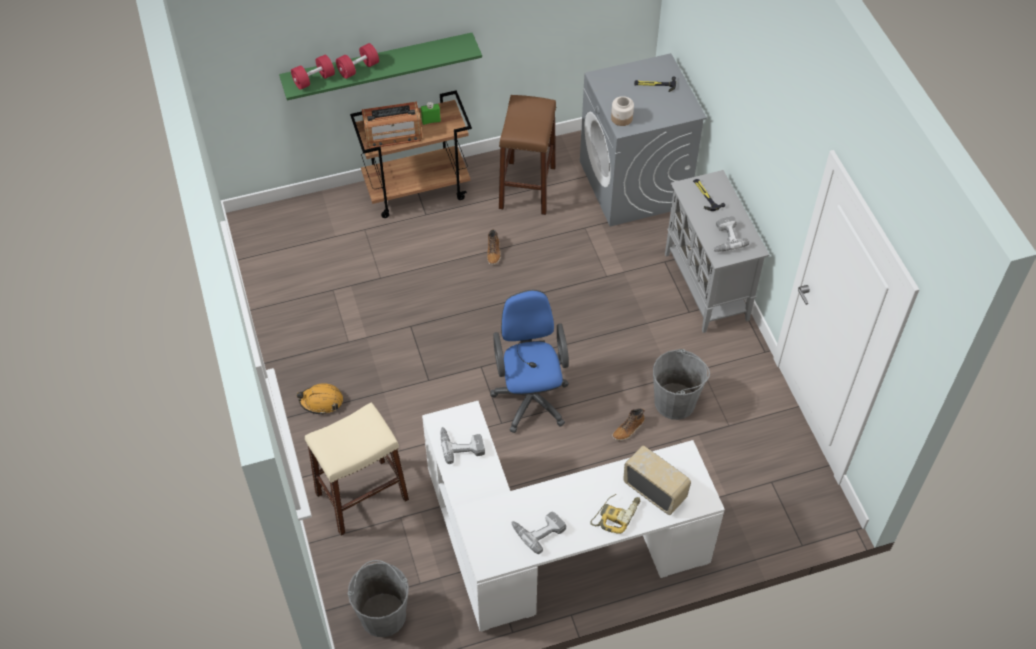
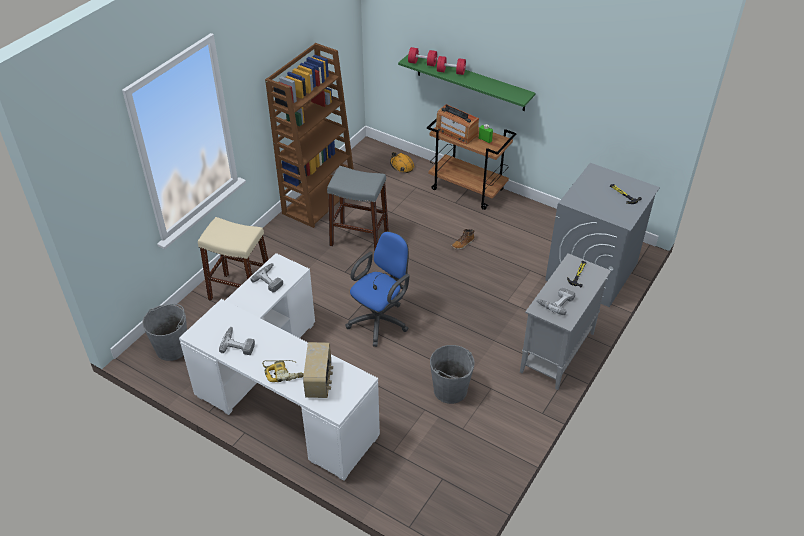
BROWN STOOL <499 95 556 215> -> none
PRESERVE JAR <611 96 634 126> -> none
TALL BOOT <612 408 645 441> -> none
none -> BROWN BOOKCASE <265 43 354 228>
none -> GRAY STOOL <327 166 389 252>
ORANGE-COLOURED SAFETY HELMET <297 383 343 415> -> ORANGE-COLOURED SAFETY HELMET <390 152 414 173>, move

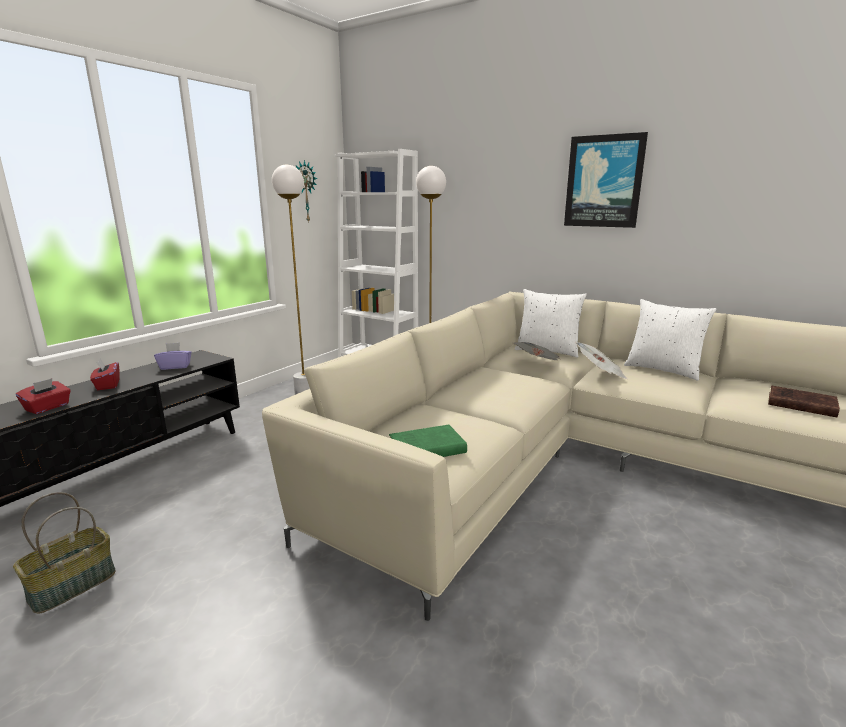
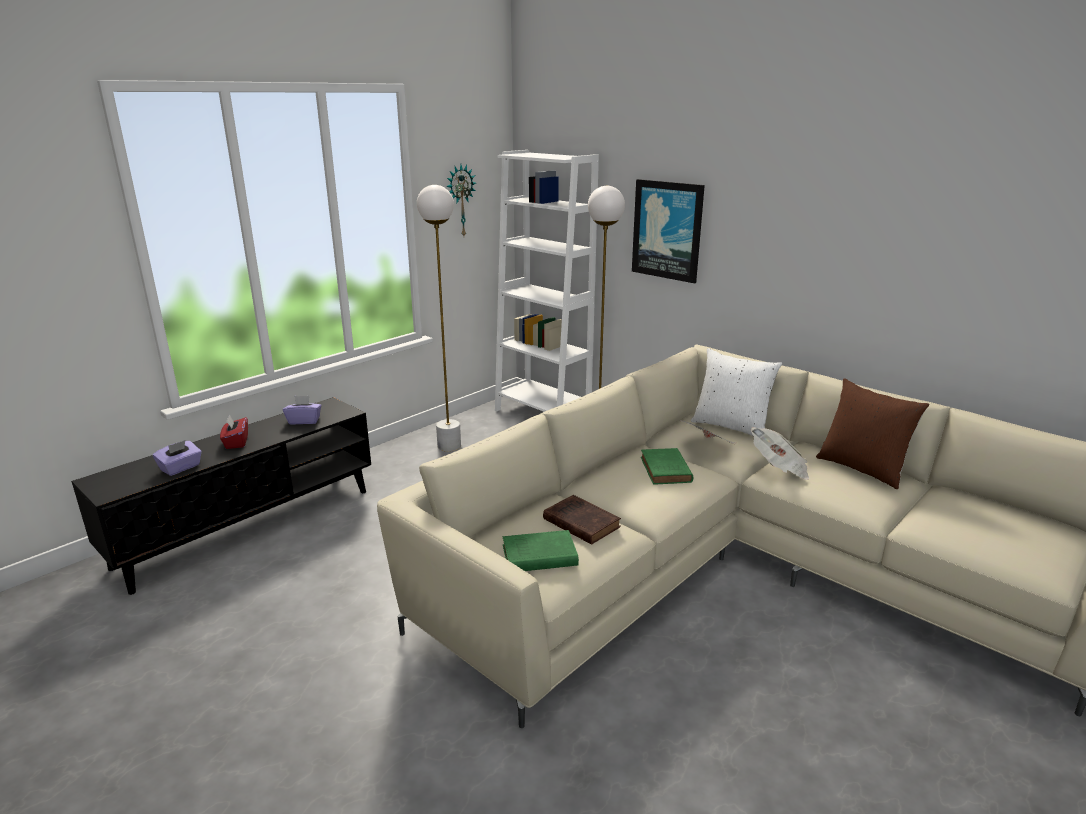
HOUSEHOLD BASKET <13 492 116 613> -> none
none -> GREEN-COLOURED BOOK <641 448 694 484>
PICTURE <564 132 648 228> -> PICTURE <632 179 705 283>, move
BROWN BOOK <768 385 840 417> -> BROWN BOOK <543 495 621 545>, move
REDDISH BOX OF TISSUES <16 378 71 414> -> PURPLE BOX OF TISSUES <153 440 202 476>
WHITE-COLOURED CUSHION <624 299 717 381> -> BROWN CUSHION <816 379 929 489>

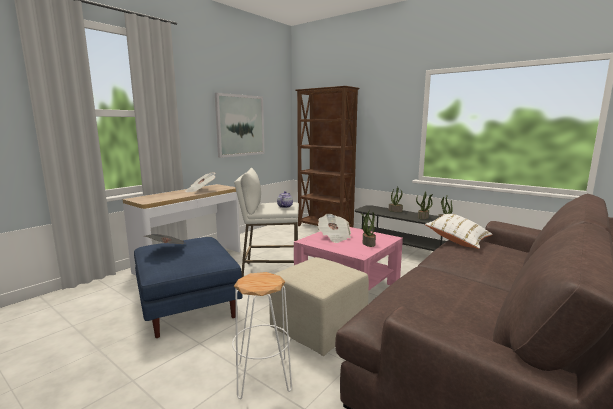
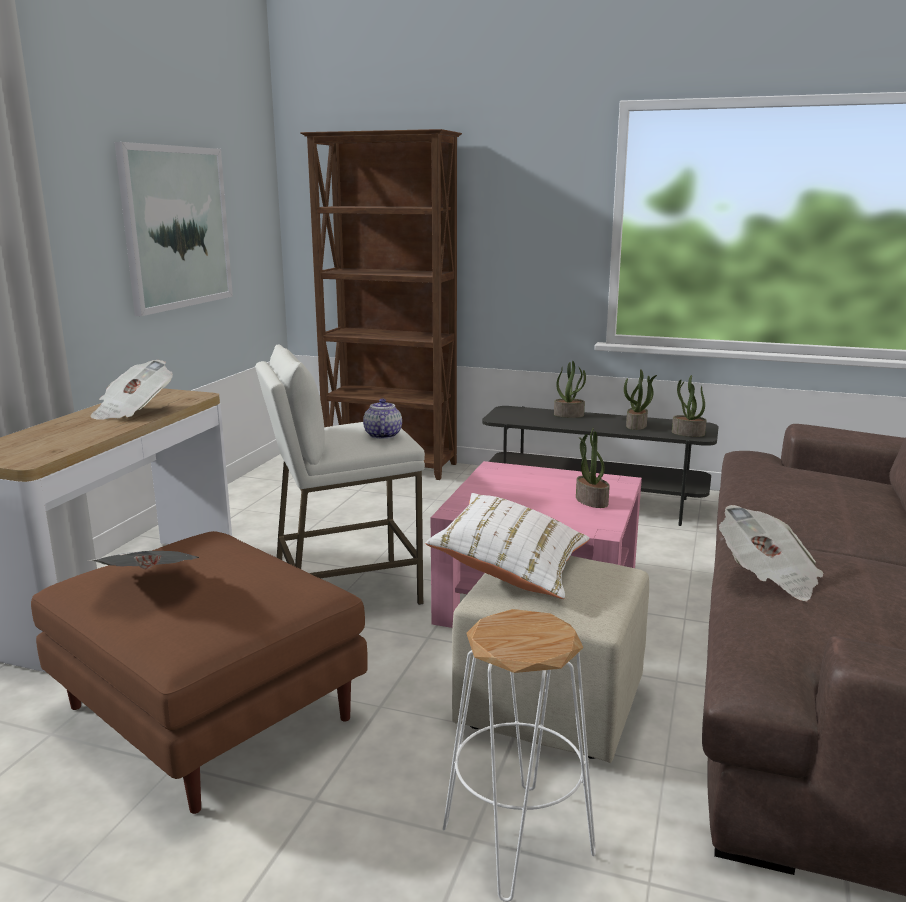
PRINTED PAPER <318 214 351 243> -> PRINTED PAPER <719 505 824 601>, move
WHITE-COLOURED CUSHION <425 214 492 249> -> WHITE-COLOURED CUSHION <425 493 590 599>, move
BLUISH FOOTREST <134 237 243 338> -> BROWN FOOTREST <31 531 368 814>

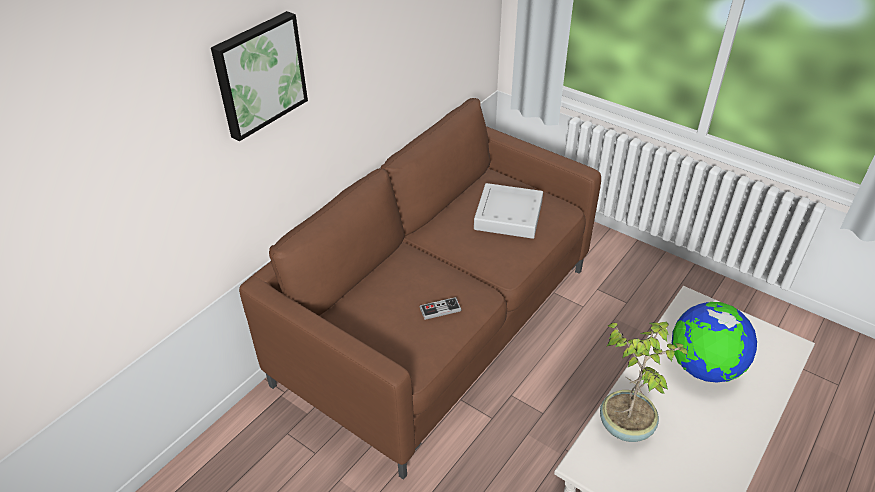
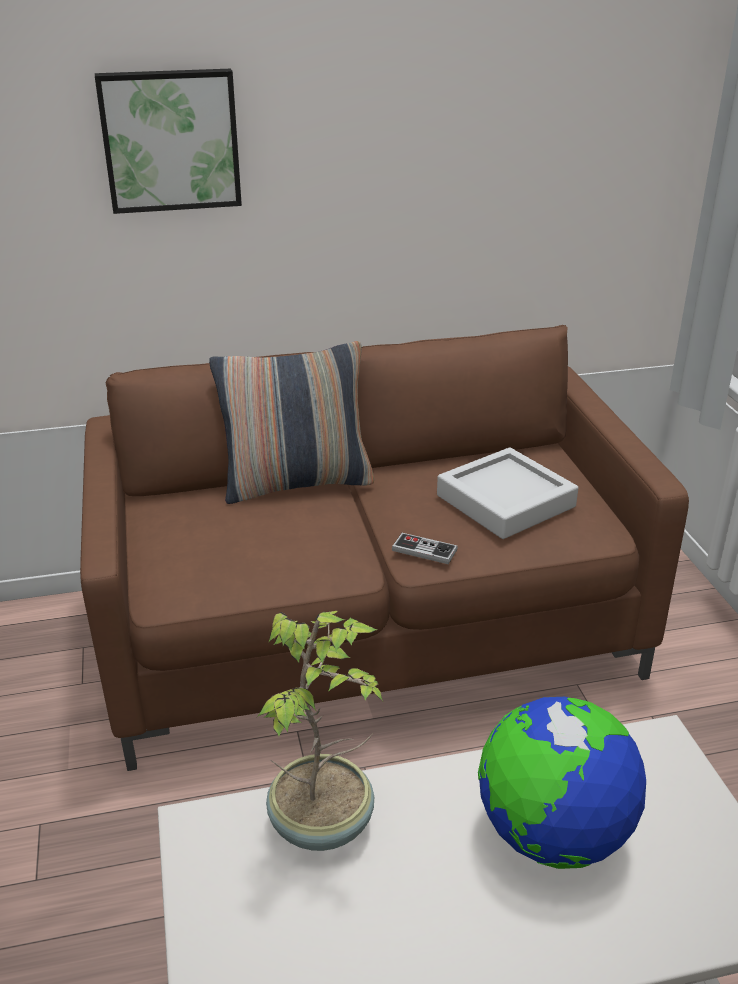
none -> CUSHION <209 341 374 504>
JOYPAD <419 297 462 320> -> JOYPAD <392 533 458 564>, move

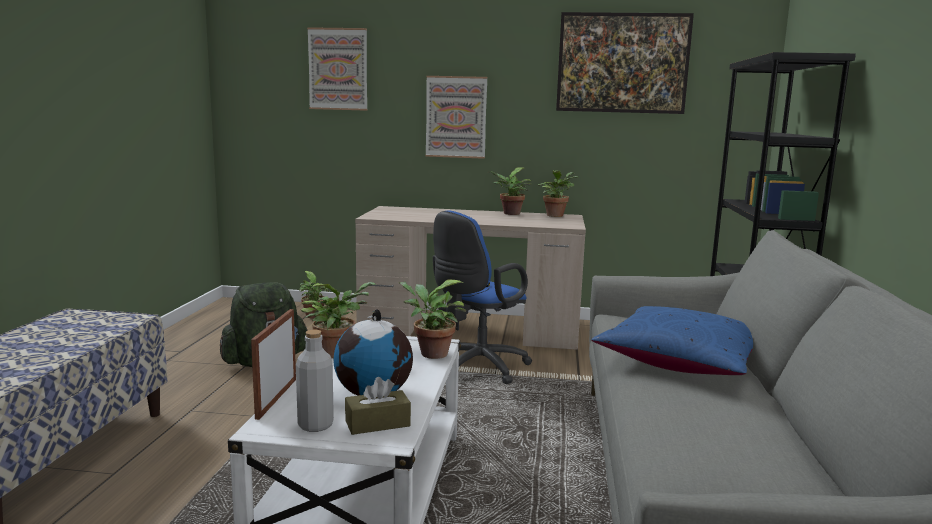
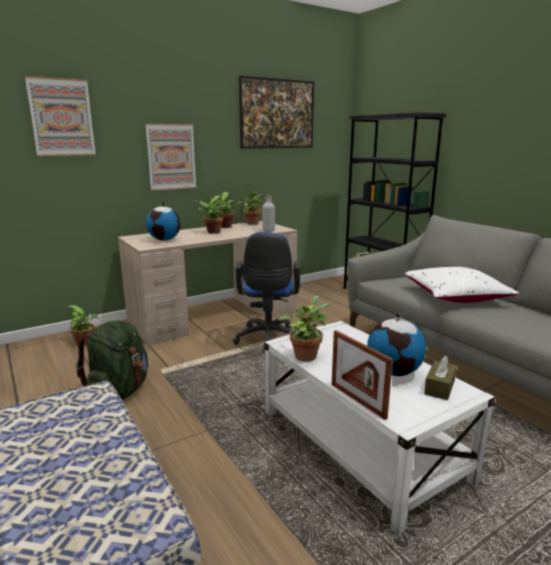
none -> WORLD GLOBE <146 201 181 241>
GRAY DRINK BOTTLE <296 330 334 432> -> GRAY DRINK BOTTLE <262 195 275 232>, move
POTTED PLANT <398 279 467 359> -> POTTED PLANT <193 196 228 234>, move
BLUISH CUSHION <591 306 753 375> -> WHITE-COLOURED CUSHION <404 267 519 303>

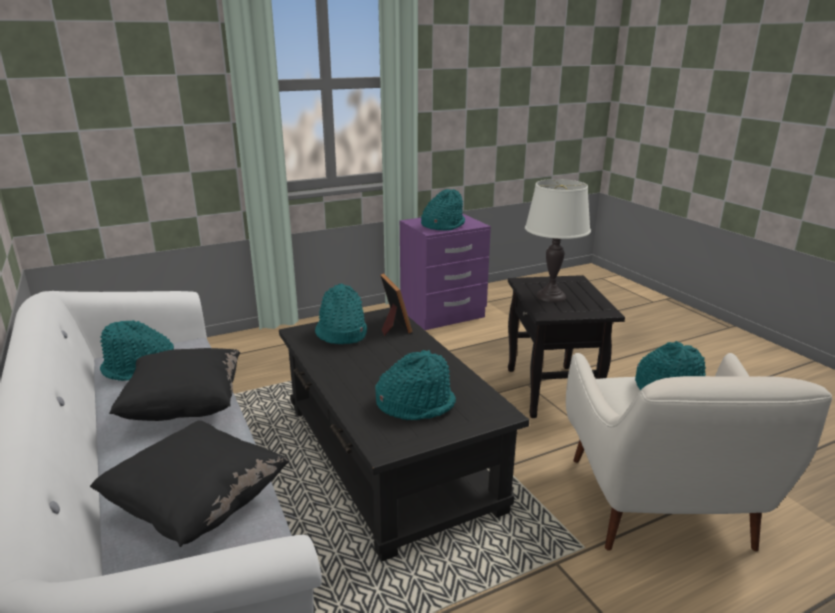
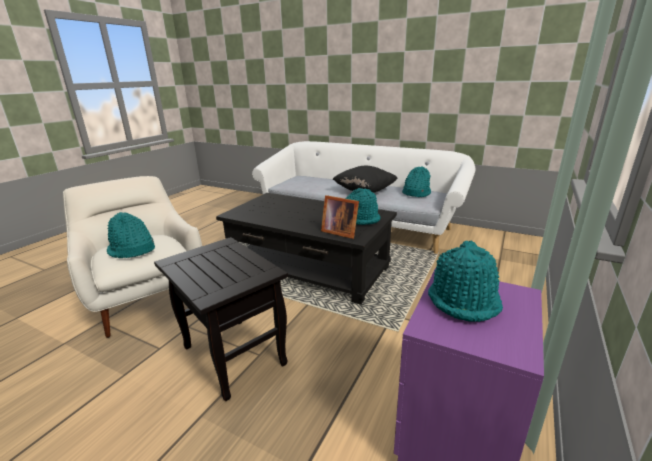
BLACK CUSHION <90 420 290 547> -> none
TURQUOISE HAT <375 350 456 420> -> none
WHITE-COLOURED TABLETOP LAMP <525 179 591 302> -> none

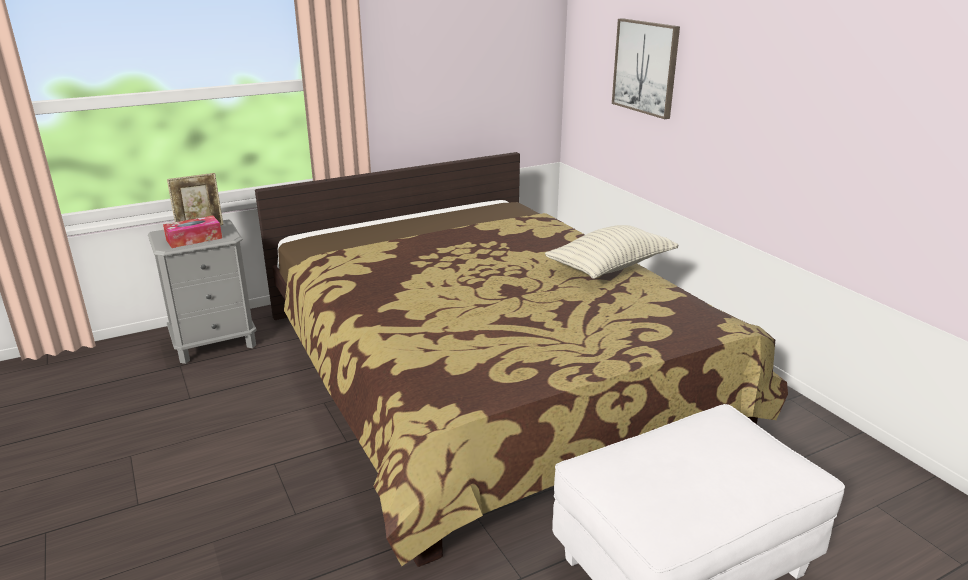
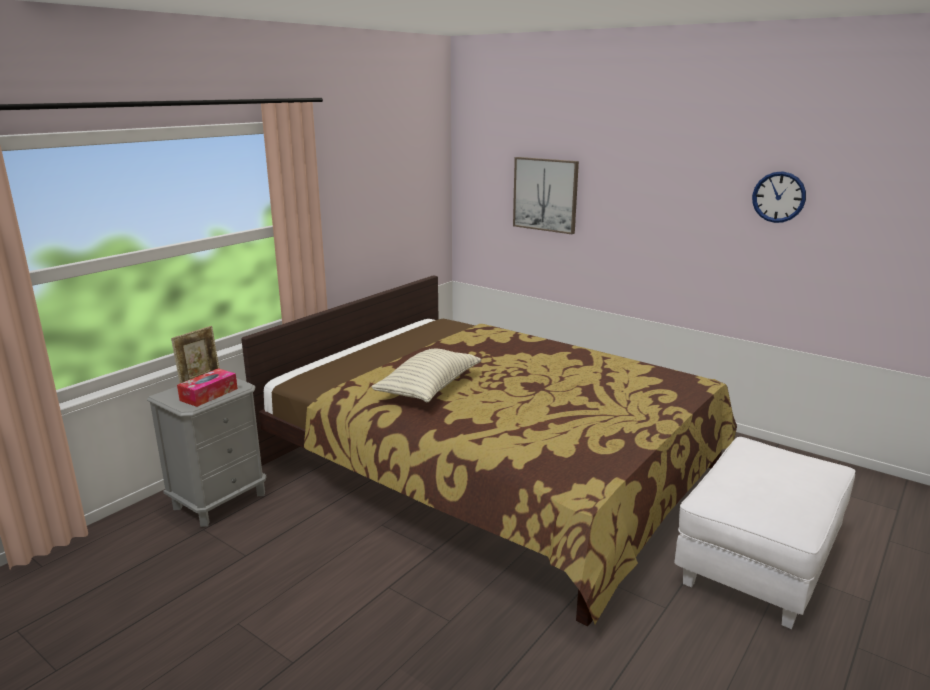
none -> WALL CLOCK <752 171 806 223>
CUSHION <545 225 679 279> -> CUSHION <371 348 481 402>, move

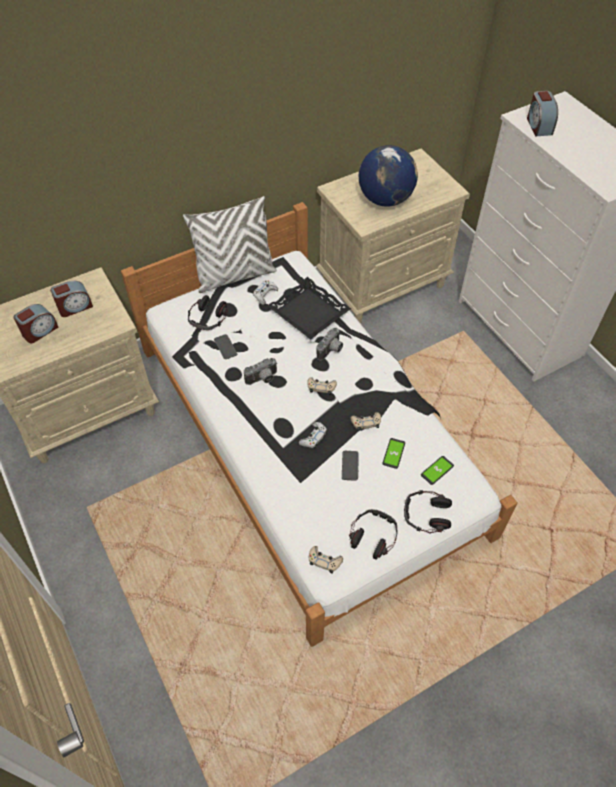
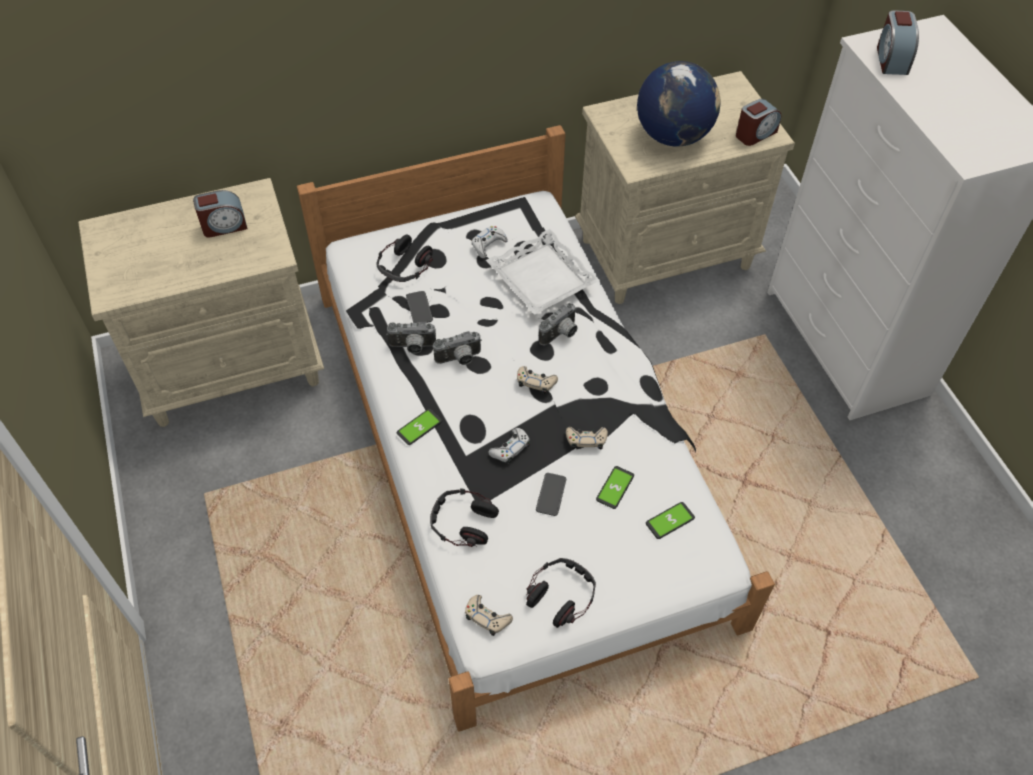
WHITE-COLOURED CUSHION <183 196 277 293> -> none
none -> STILL CAMERA <386 322 436 354>
none -> HANDSET <397 409 442 445>
BEDSIDE CLOCK <14 304 58 343> -> BEDSIDE CLOCK <736 99 781 146>, move
PAIR OF HEADPHONES <404 490 452 533> -> PAIR OF HEADPHONES <430 488 499 547>, move
BLACK TRAY <267 277 351 340> -> WHITE-COLOURED TRAY <486 229 600 315>

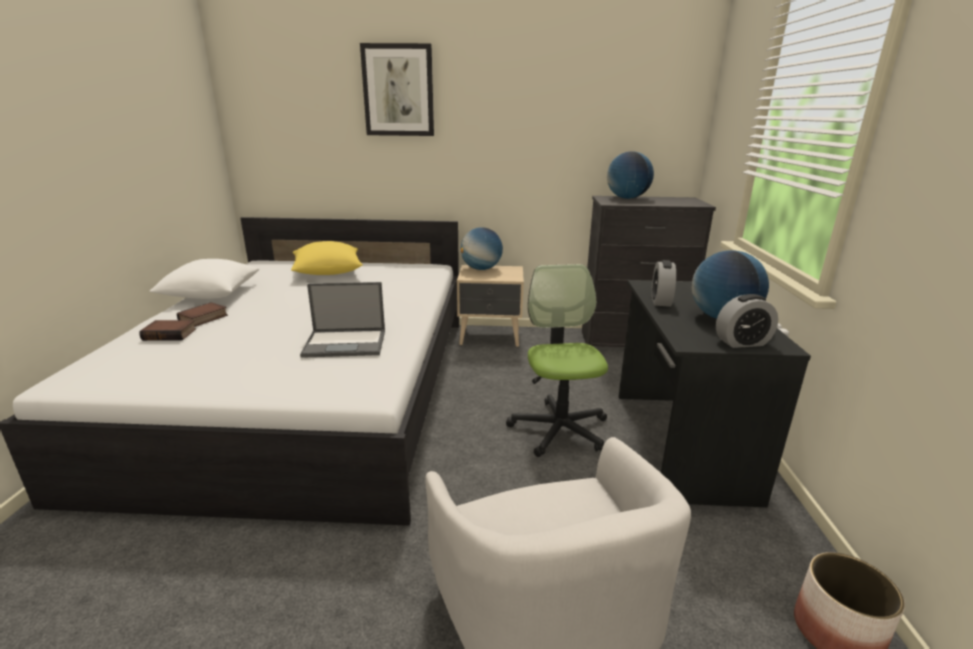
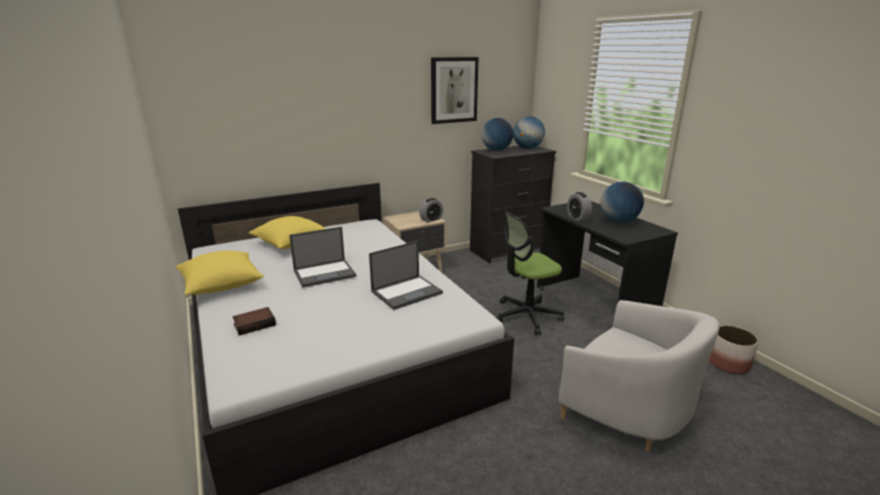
BOOK <177 302 228 327> -> none
none -> PORTABLE COMPUTER <289 227 356 288>
PICTURE <360 43 434 136> -> PICTURE <431 57 479 124>, move
WORLD GLOBE <461 227 503 270> -> WORLD GLOBE <513 116 545 149>, move
BEDSIDE CLOCK <716 294 778 348> -> BEDSIDE CLOCK <419 198 443 223>, move
WHITE-COLOURED CUSHION <150 259 259 299> -> YELLOW-COLOURED CUSHION <176 250 264 295>
OFFICE CHAIR <506 264 608 457> -> OFFICE CHAIR <496 211 564 335>, 75 degrees counterclockwise

